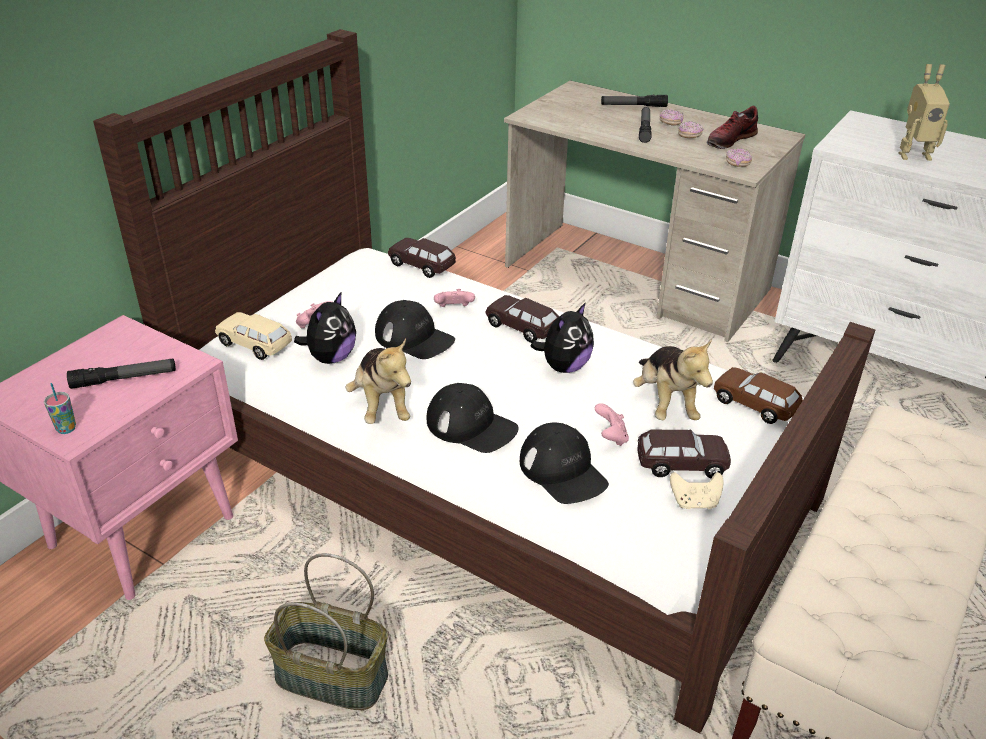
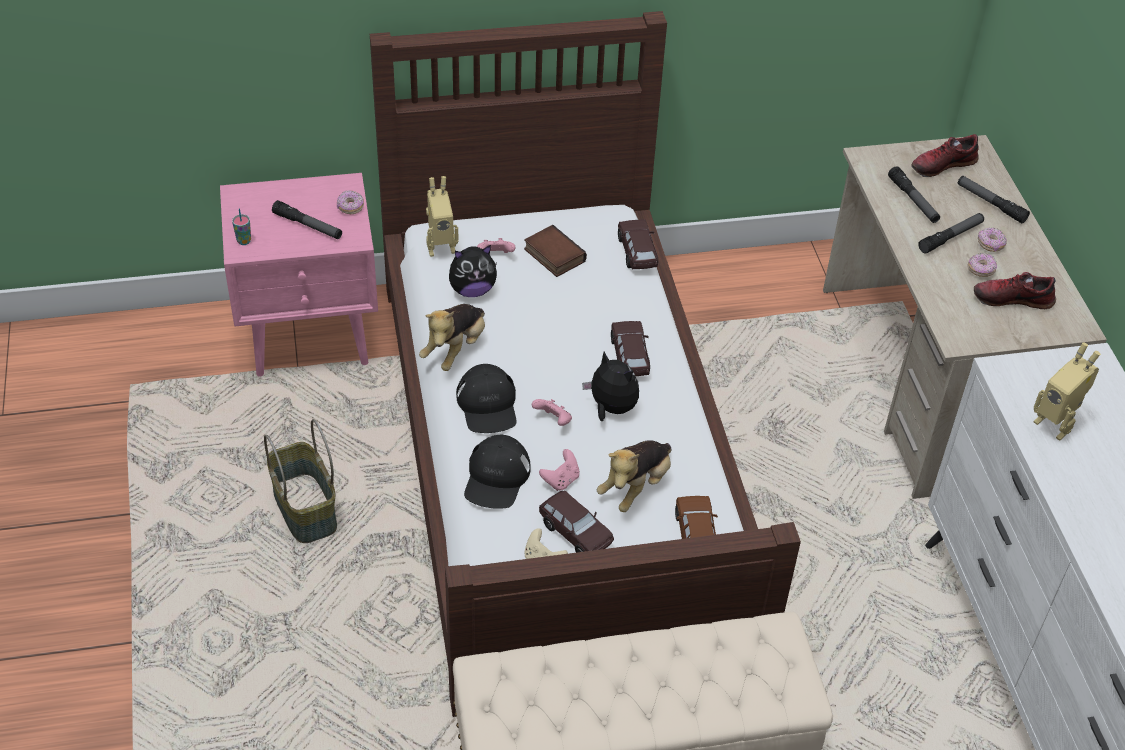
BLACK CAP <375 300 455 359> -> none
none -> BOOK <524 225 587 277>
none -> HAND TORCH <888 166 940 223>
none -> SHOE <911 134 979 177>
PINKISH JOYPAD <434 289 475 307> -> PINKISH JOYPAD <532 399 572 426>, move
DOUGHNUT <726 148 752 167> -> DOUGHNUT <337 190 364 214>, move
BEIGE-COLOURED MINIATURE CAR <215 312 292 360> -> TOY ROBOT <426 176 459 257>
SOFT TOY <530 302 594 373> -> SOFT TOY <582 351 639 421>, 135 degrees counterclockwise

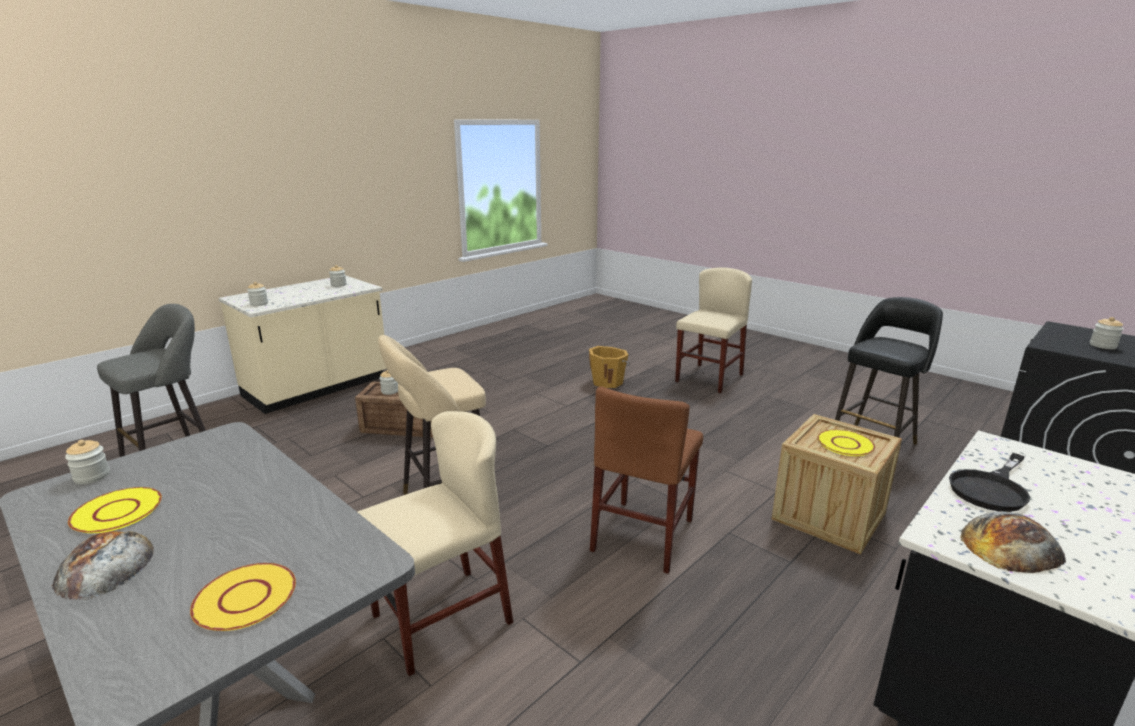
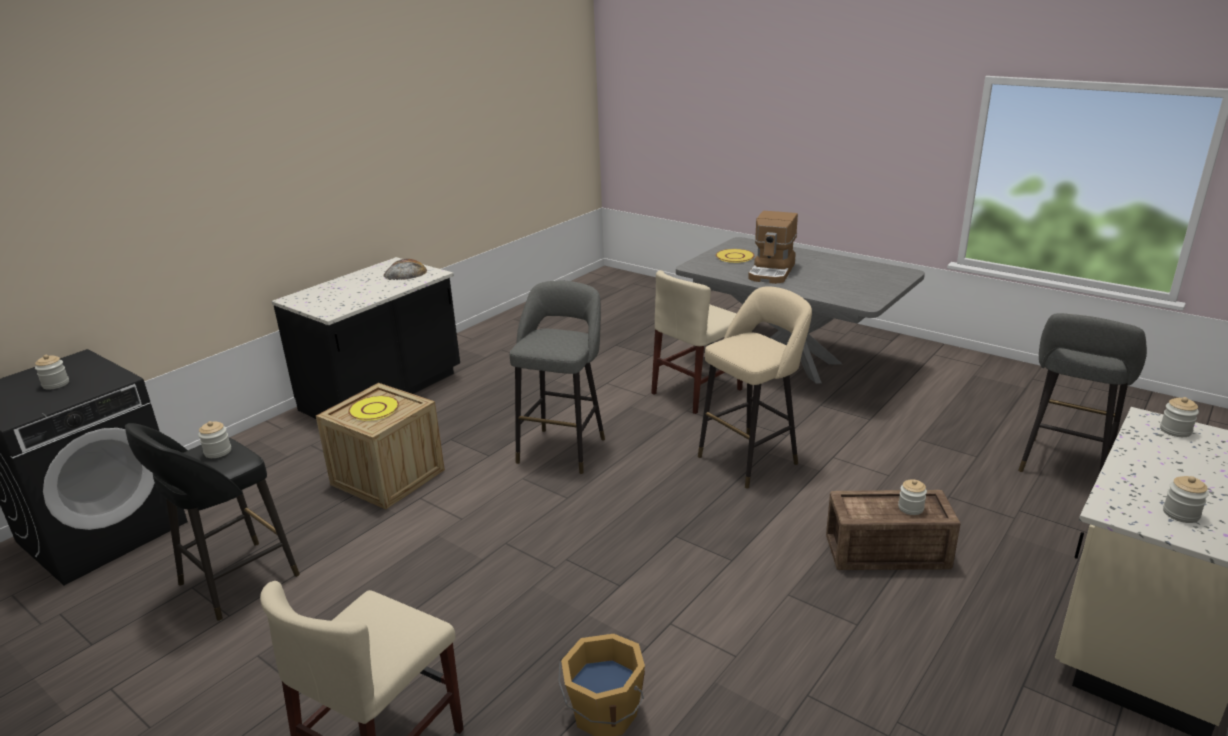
BAKED BREAD <52 531 154 600> -> none
YELLOW-COLOURED FLAT DISH <68 487 162 533> -> none
BLACK SKILLET <949 453 1030 512> -> none
none -> COFFEE MACHINE <748 211 798 284>
PRESERVE JAR <65 440 110 484> -> PRESERVE JAR <198 421 231 458>, move
BROWN CHAIR <590 386 703 574> -> GRAY STOOL <510 281 605 474>

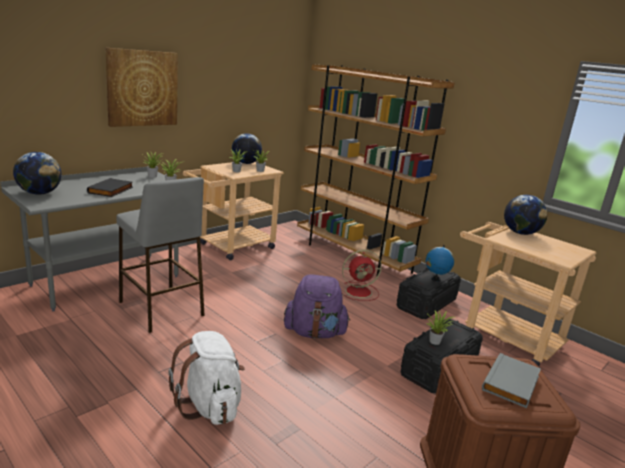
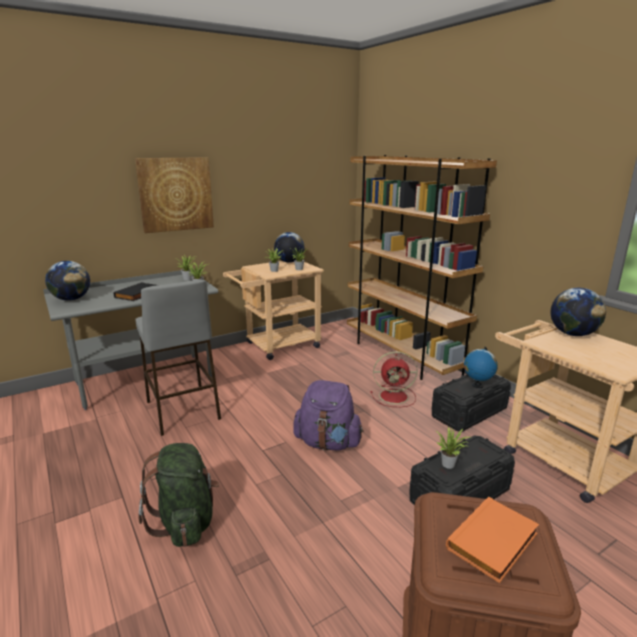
WHITE-COLOURED RUCKSACK <168 331 245 425> -> GREEN-COLOURED RUCKSACK <138 443 219 547>
GRAY BOOK <482 353 541 408> -> ORANGE-COLOURED BOOK <446 497 539 583>

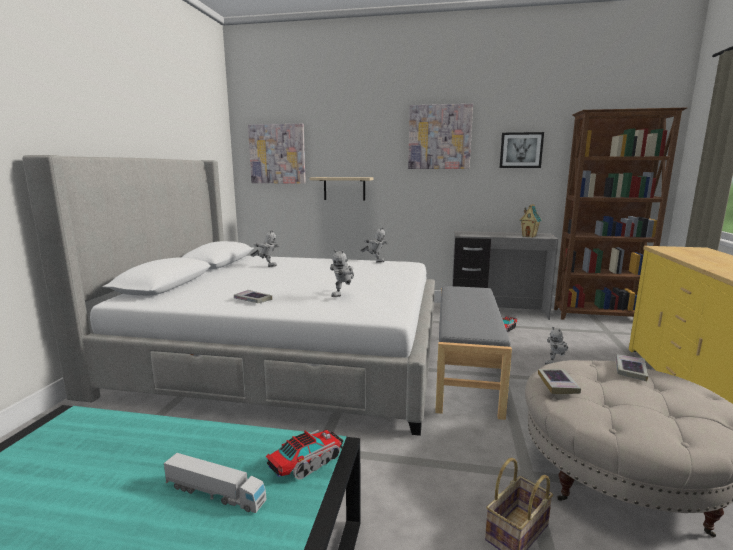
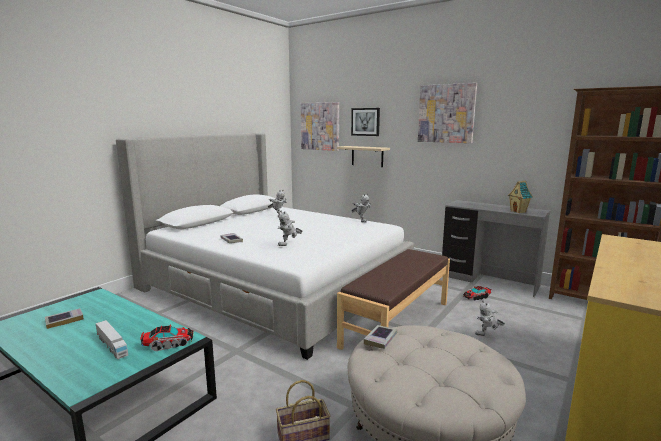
PICTURE <500 132 544 168> -> PICTURE <351 108 380 136>, move
BOOK <616 354 648 381> -> BOOK <45 308 84 329>, move
GRAY INDOOR BENCH <435 286 512 420> -> BROWN INDOOR BENCH <337 249 450 350>

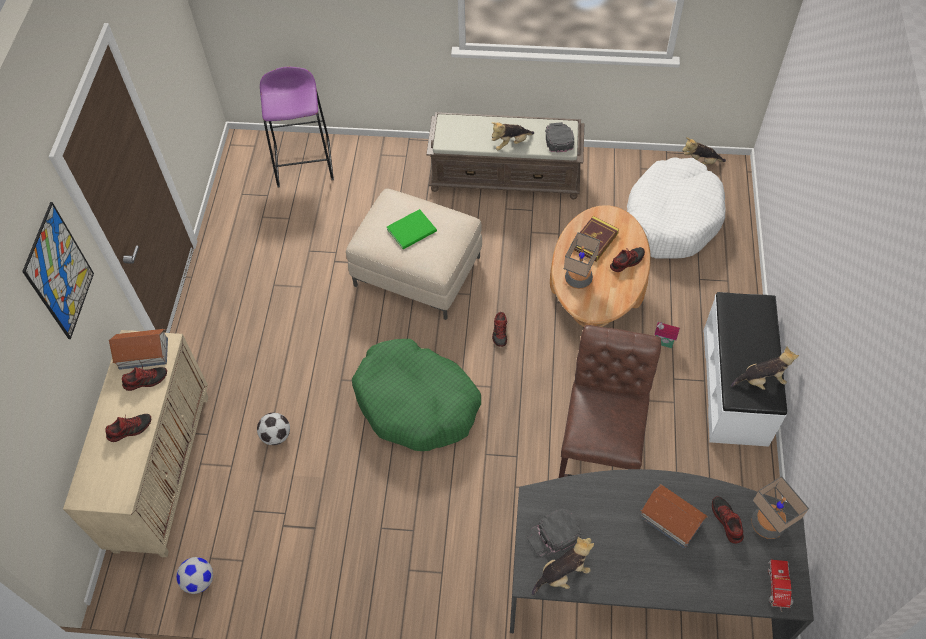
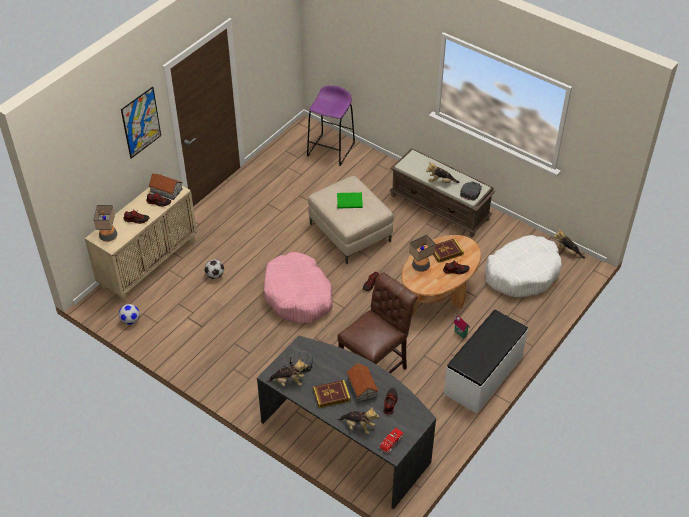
none -> BOOK <313 380 350 408>
SOFT TOY <731 347 799 390> -> SOFT TOY <337 407 379 434>, move
TABLETOP LAMP <751 476 809 539> -> TABLETOP LAMP <93 205 117 242>, move
GREEN-COLOURED DOG CUSHION <352 339 481 451> -> PINKISH DOG CUSHION <264 252 333 324>

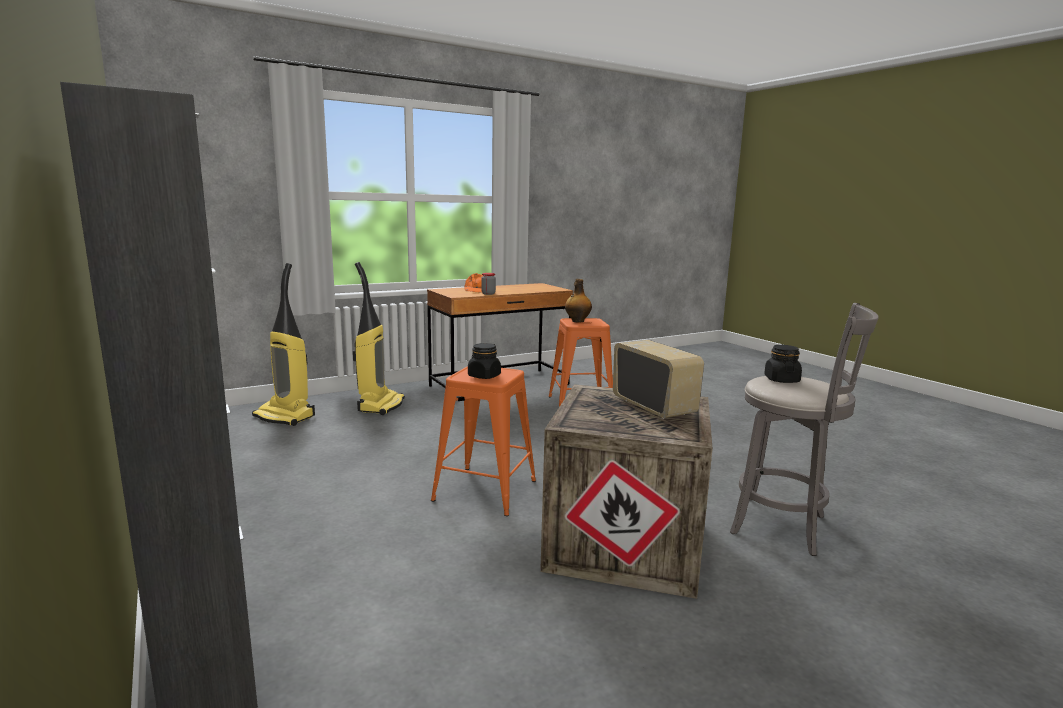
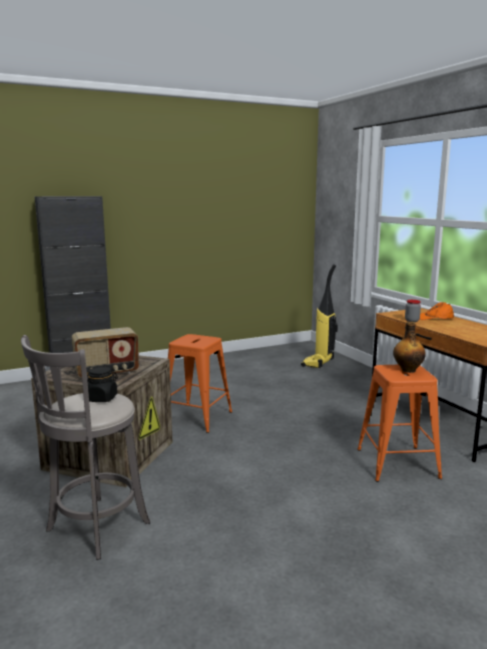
HOOVER <353 262 405 415> -> none
BLACK PRESERVE JAR <468 343 501 379> -> none

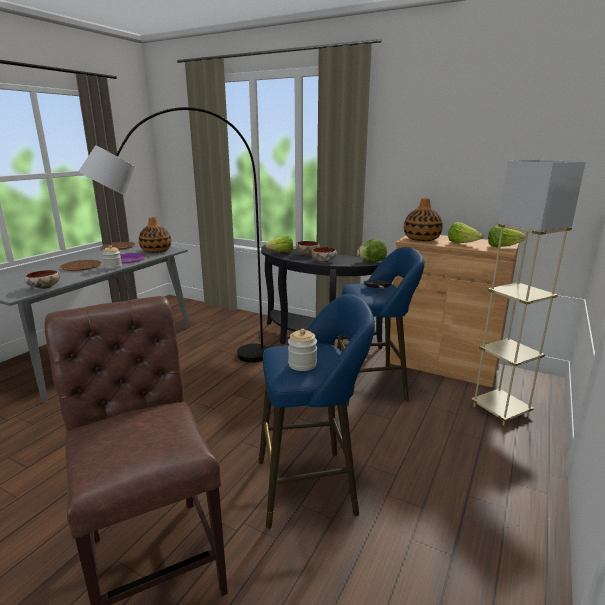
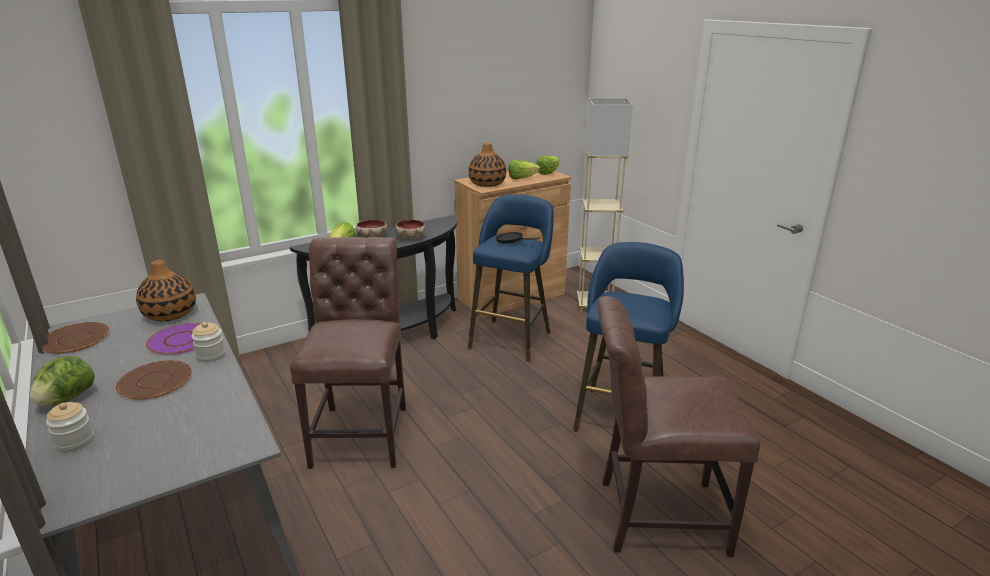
BOWL <25 270 60 289> -> none
PRESERVE JAR <288 329 317 371> -> PRESERVE JAR <46 402 94 452>, move
LETTUCE <357 239 387 262> -> LETTUCE <30 356 95 406>, move
GRAY FLOOR LAMP <78 107 268 363> -> BROWN CHAIR <290 237 406 469>

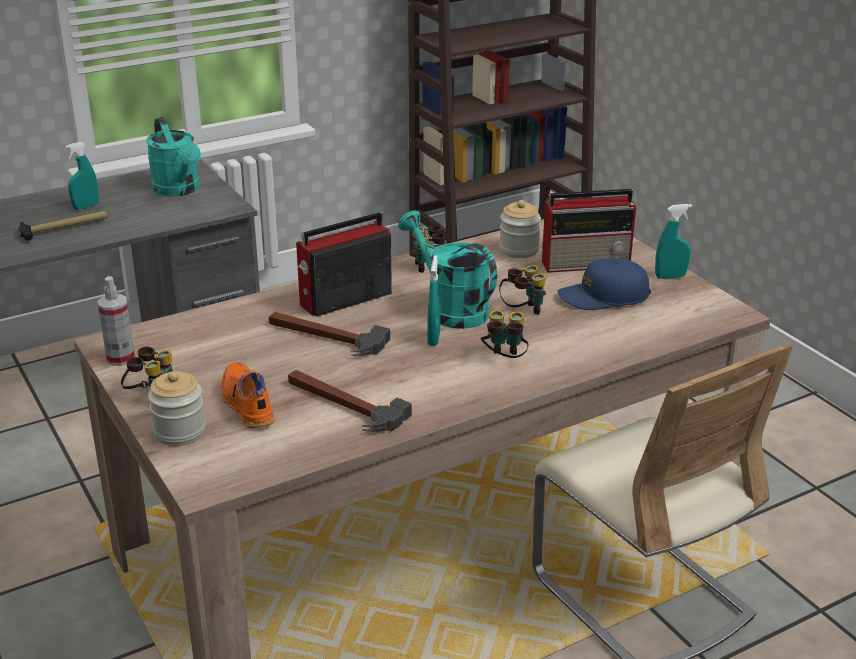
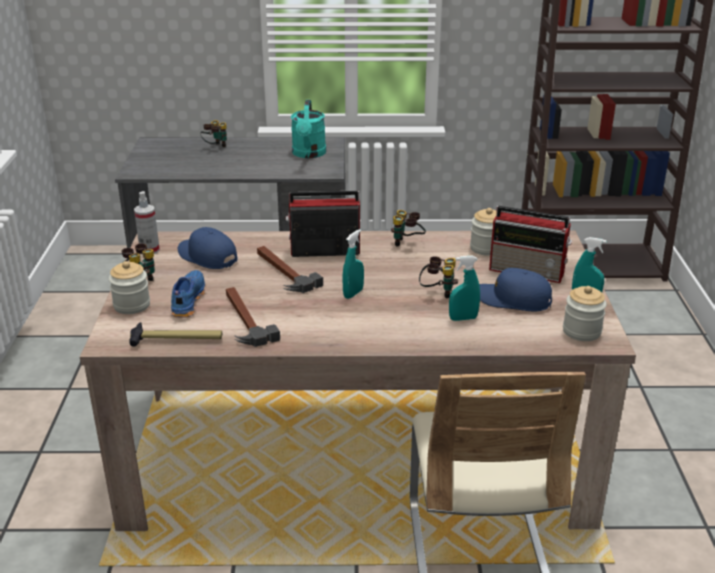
TURQUOISE WATERING CAN <398 210 497 329> -> none
none -> BLUISH CAP <178 227 238 269>
none -> PRESERVE JAR <563 286 607 341>
TOOL HAMMER <18 211 108 240> -> TOOL HAMMER <129 322 222 347>, move
TURQUOISE SPRAYER <65 142 99 210> -> TURQUOISE SPRAYER <449 255 480 321>, move
PAIR OF BINOCULARS <481 310 528 358> -> PAIR OF BINOCULARS <200 120 227 147>, move
ORANGE-COLOURED SHOE <221 362 275 428> -> BLUISH SHOE <171 270 205 318>

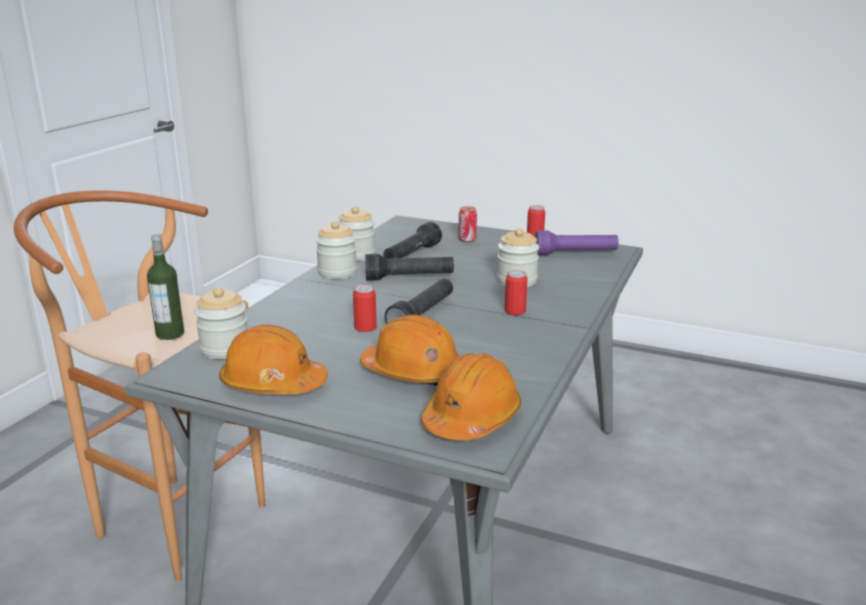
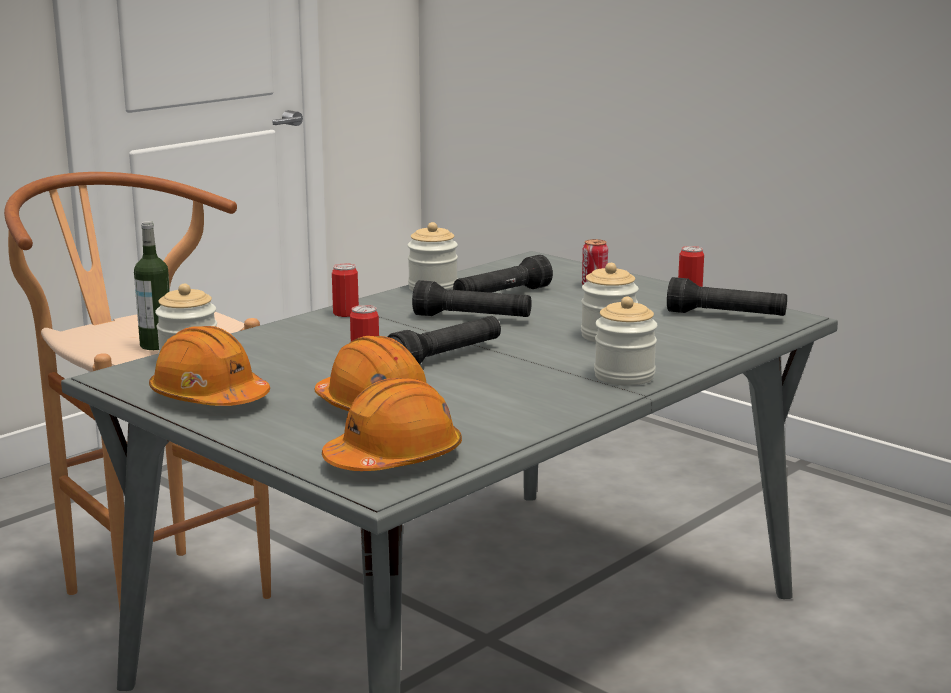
PRESERVE JAR <316 221 357 279> -> PRESERVE JAR <594 296 657 386>, move
SEALED CAN <505 270 528 315> -> SEALED CAN <332 263 359 317>, move
PURPLE HAND TORCH <535 230 618 255> -> BLACK HAND TORCH <667 277 787 316>

